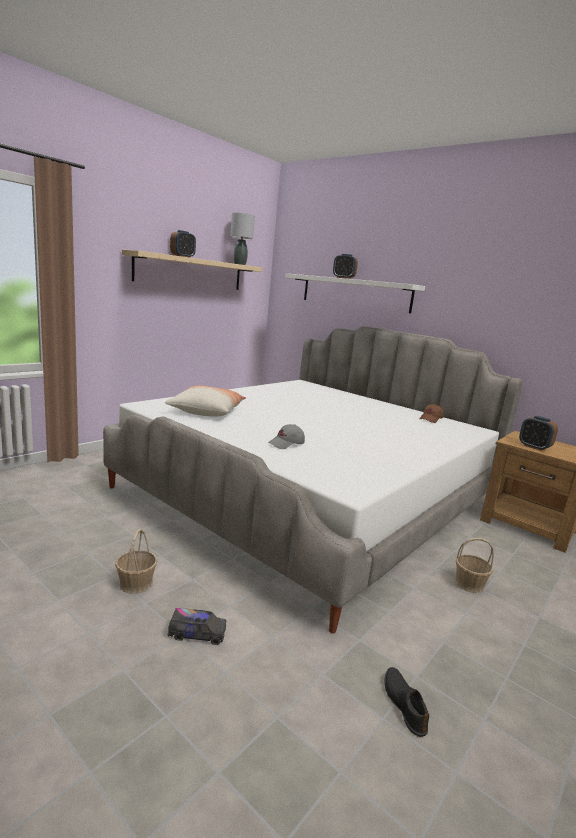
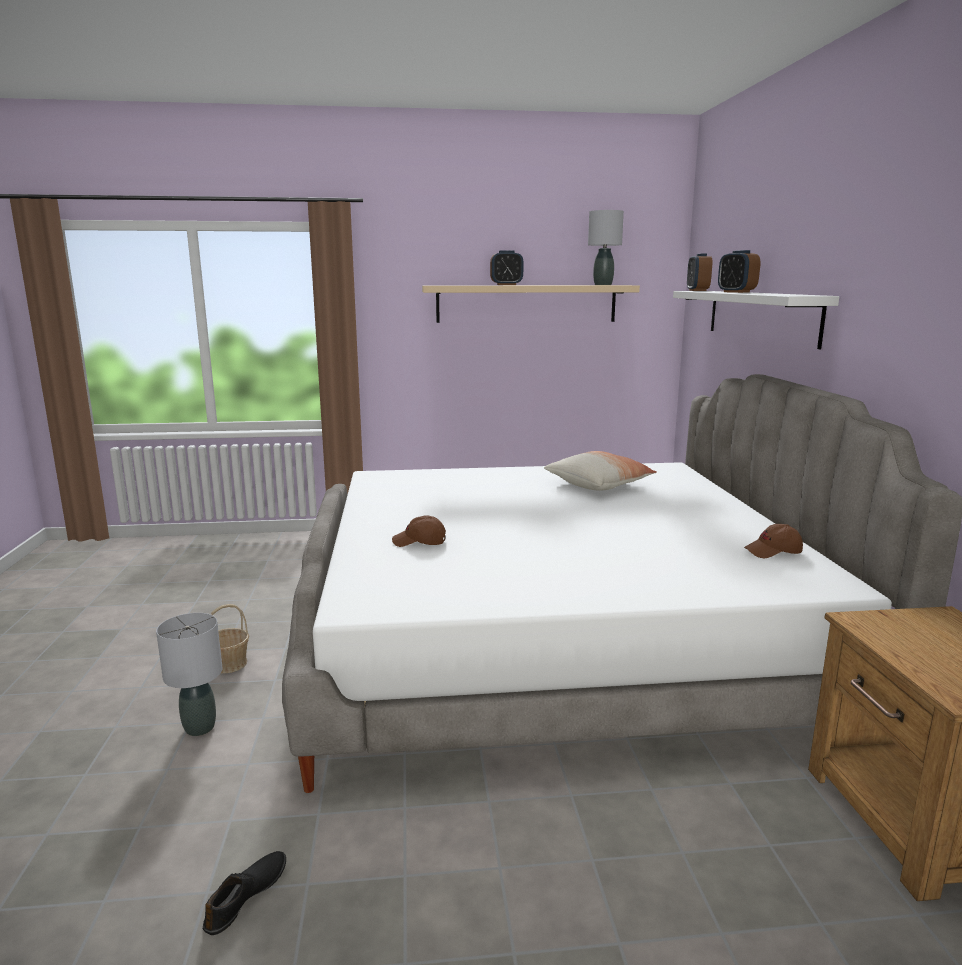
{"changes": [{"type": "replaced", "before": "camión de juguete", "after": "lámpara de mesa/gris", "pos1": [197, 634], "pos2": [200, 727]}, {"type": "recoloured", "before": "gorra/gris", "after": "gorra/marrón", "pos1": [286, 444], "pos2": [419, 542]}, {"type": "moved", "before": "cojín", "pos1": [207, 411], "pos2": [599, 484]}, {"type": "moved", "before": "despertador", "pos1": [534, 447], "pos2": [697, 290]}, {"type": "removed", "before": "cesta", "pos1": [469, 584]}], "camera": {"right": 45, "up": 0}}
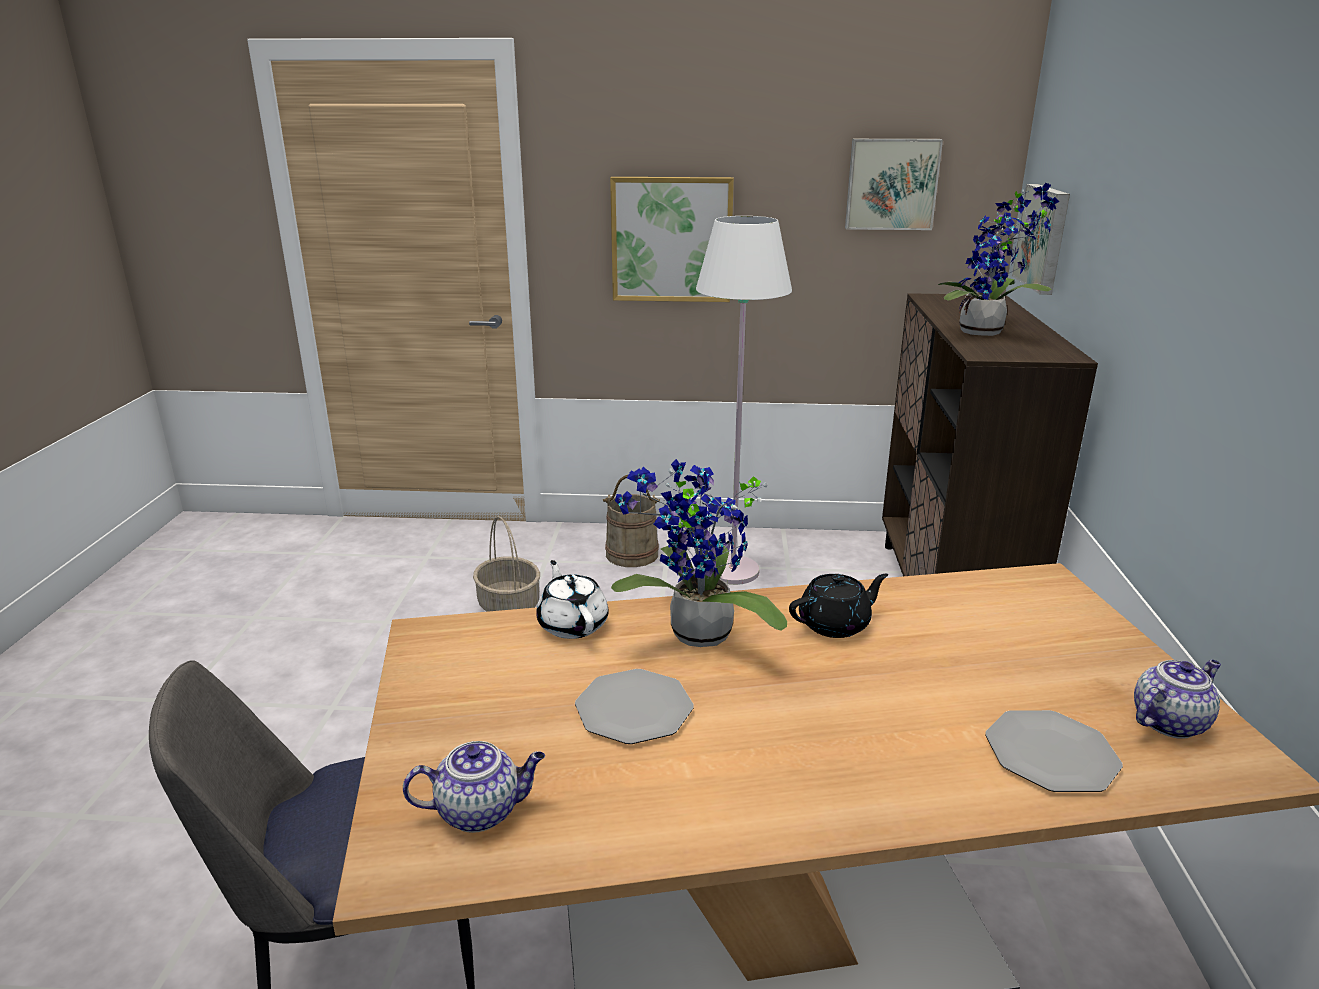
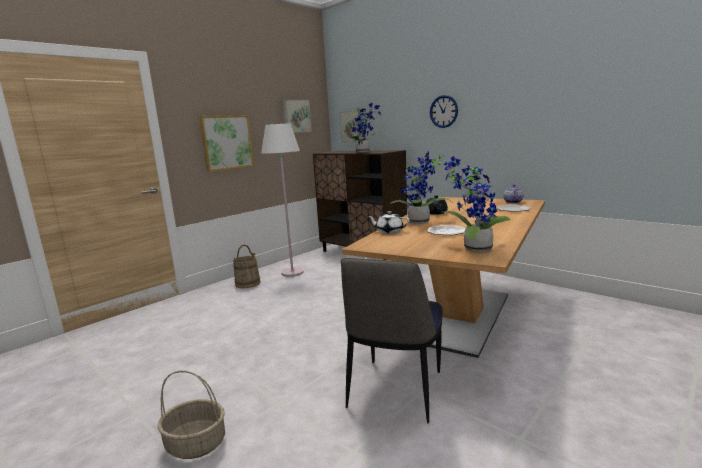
{"changes": [{"type": "moved", "before": "cesta", "pos1": [508, 605], "pos2": [195, 444]}, {"type": "added", "after": "reloj de pared", "pos2": [443, 111]}, {"type": "replaced", "before": "tetera", "after": "planta en maceta", "pos1": [481, 811], "pos2": [474, 249]}], "camera": {"right": -50, "up": -10}}
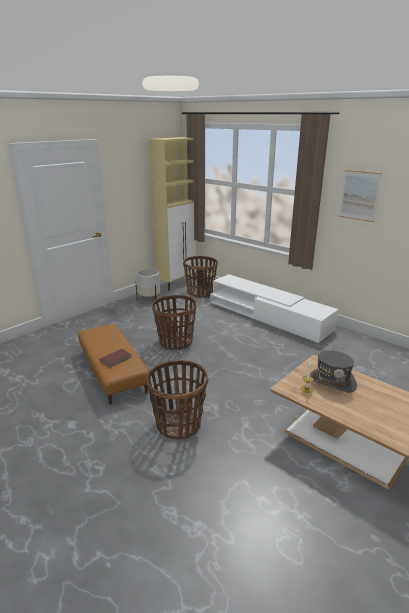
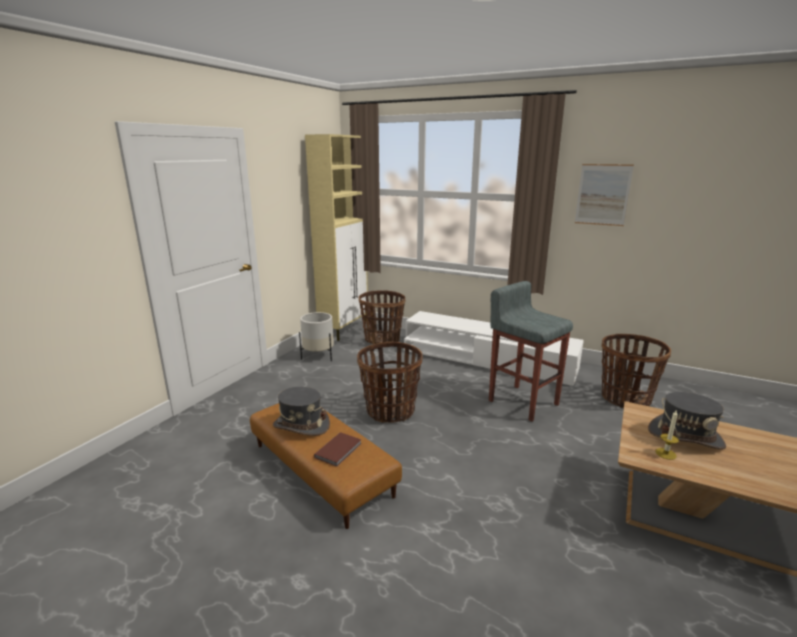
{"changes": [{"type": "added", "after": "sombrero/gris", "pos2": [301, 425]}, {"type": "added", "after": "taburete/gris", "pos2": [522, 402]}, {"type": "moved", "before": "cesta", "pos1": [178, 424], "pos2": [625, 399]}], "camera": {"right": -15, "up": -5}}
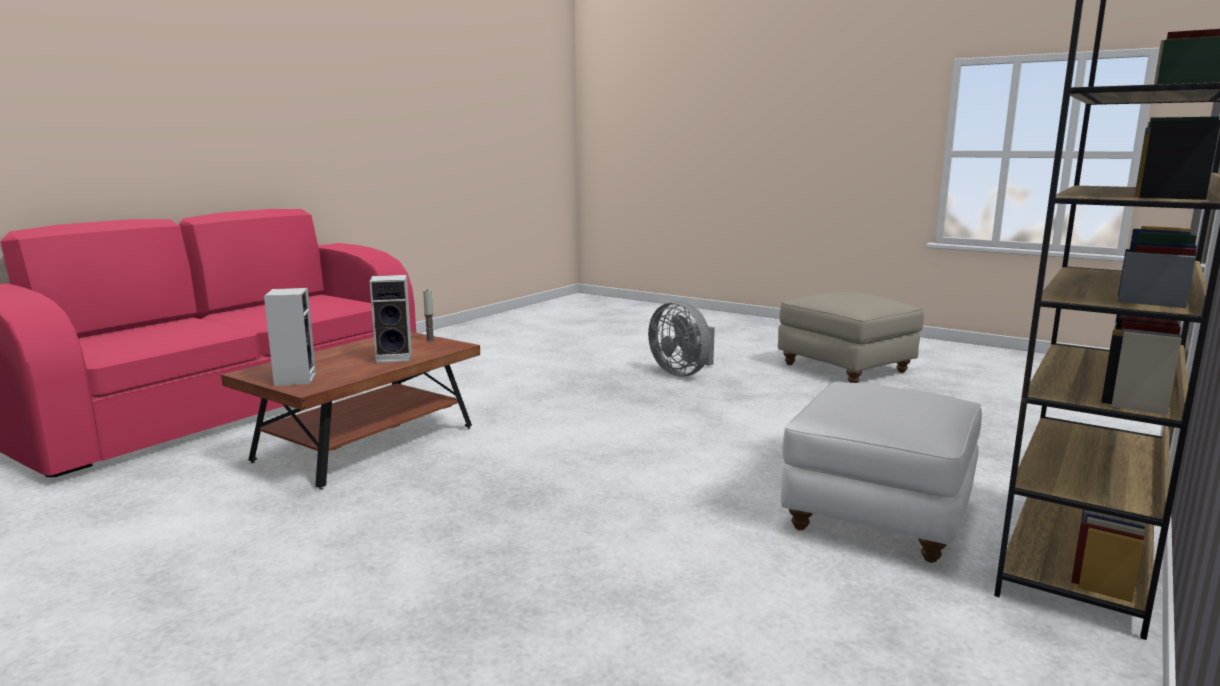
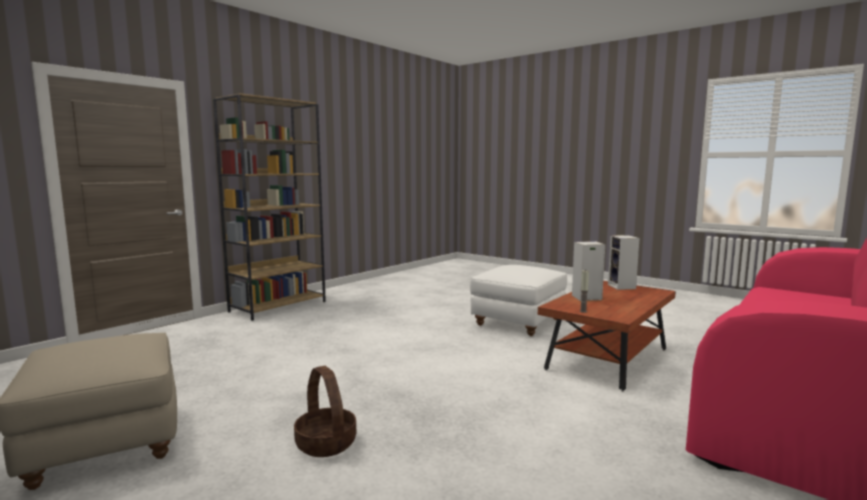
{"changes": [{"type": "replaced", "before": "ventilador/gris", "after": "cesta", "pos1": [682, 373], "pos2": [325, 443]}, {"type": "moved", "before": "puf/blanco", "pos1": [877, 515], "pos2": [518, 322]}], "camera": {"right": -175, "up": -5}}
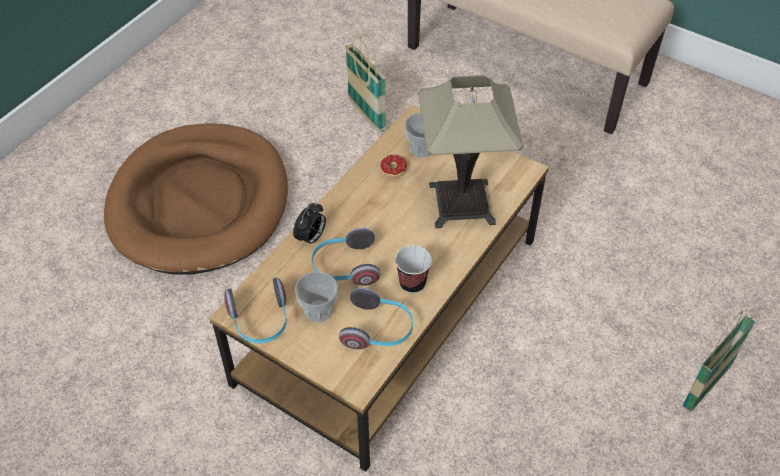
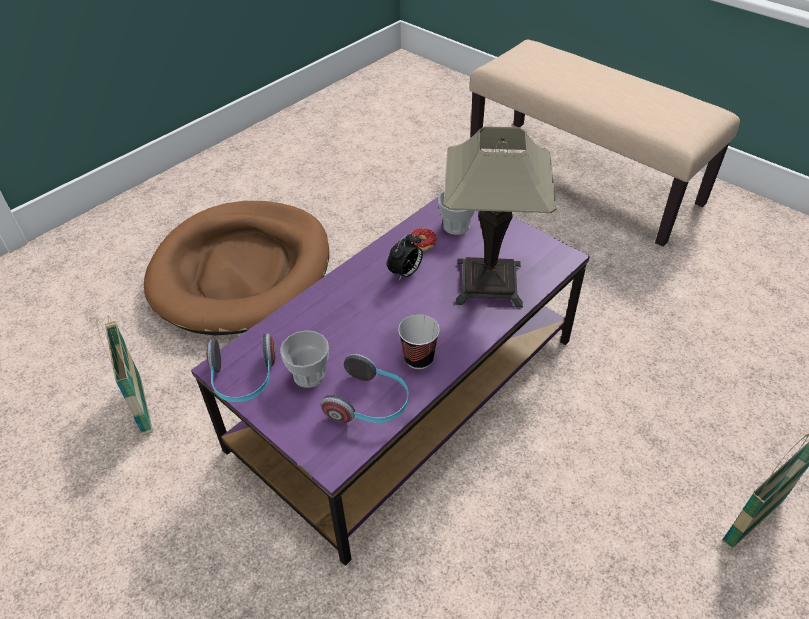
{"changes": [{"type": "moved", "before": "cesta", "pos1": [366, 114], "pos2": [142, 406]}, {"type": "recoloured", "before": "mesa de centro/marrón", "after": "mesa de centro/morado", "pos1": [388, 309], "pos2": [405, 392]}, {"type": "moved", "before": "despertador", "pos1": [311, 238], "pos2": [405, 273]}, {"type": "removed", "before": "auriculares", "pos1": [345, 267]}], "camera": {"right": 10, "up": -5}}
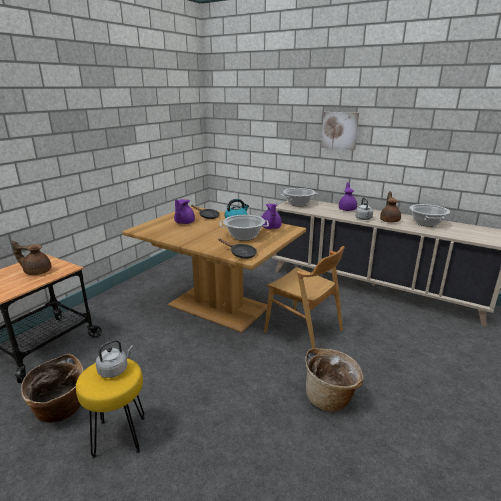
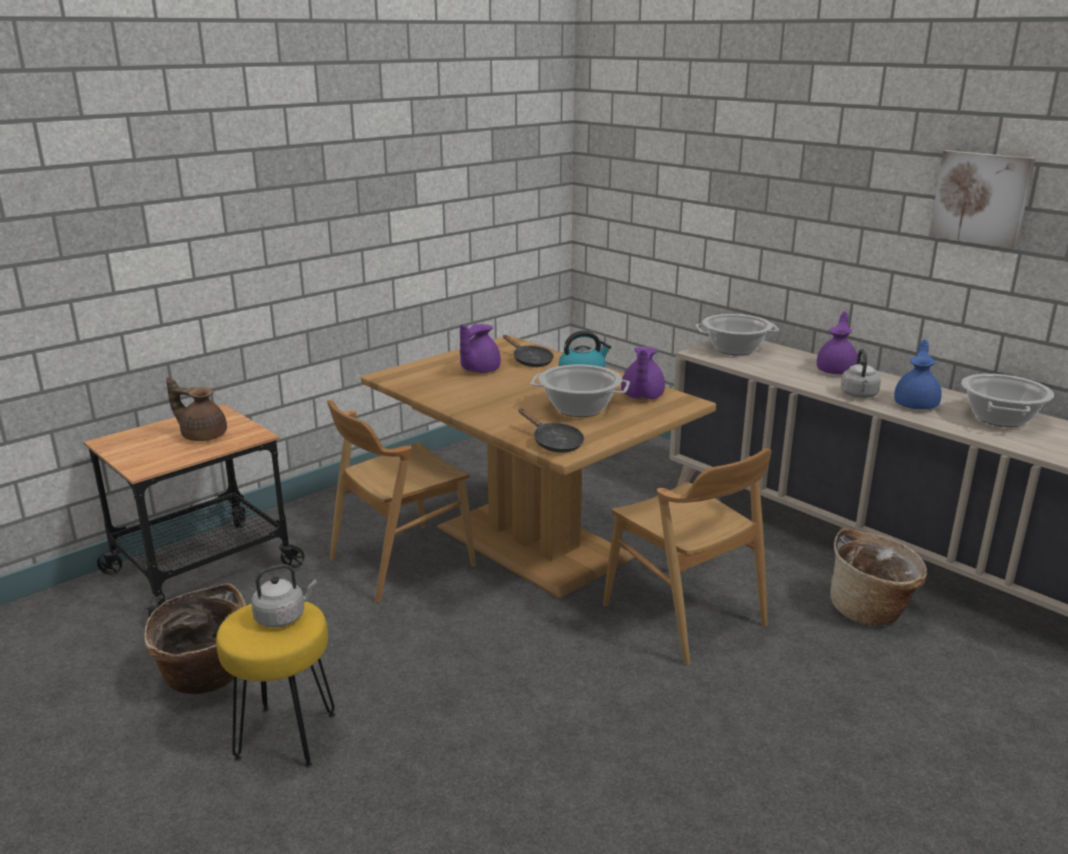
{"changes": [{"type": "added", "after": "silla/marrón", "pos2": [401, 562]}, {"type": "moved", "before": "cesta", "pos1": [330, 398], "pos2": [871, 611]}, {"type": "recoloured", "before": "tetera/marrón", "after": "tetera/azul", "pos1": [389, 220], "pos2": [916, 404]}, {"type": "moved", "before": "cuadro", "pos1": [339, 130], "pos2": [981, 198]}], "camera": {"right": 15, "up": 0}}
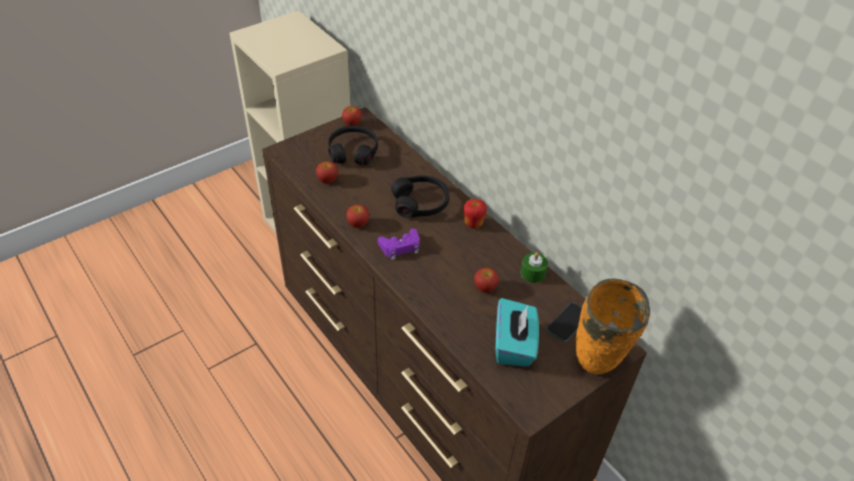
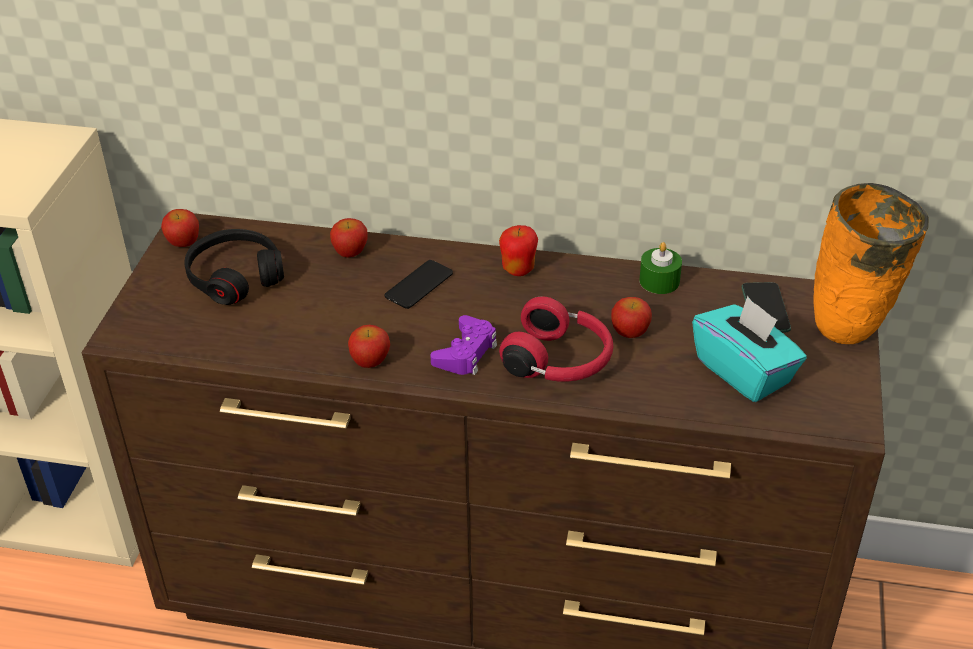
{"changes": [{"type": "moved", "before": "manzana", "pos1": [327, 180], "pos2": [350, 252]}, {"type": "replaced", "before": "auriculares/negro", "after": "móvil", "pos1": [420, 203], "pos2": [419, 285]}, {"type": "added", "after": "auriculares/rojo", "pos2": [559, 361]}], "camera": {"right": -40, "up": -5}}
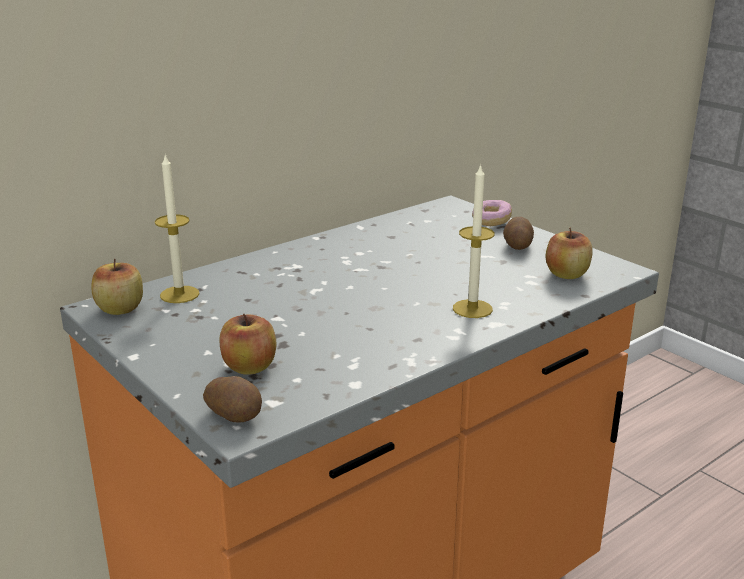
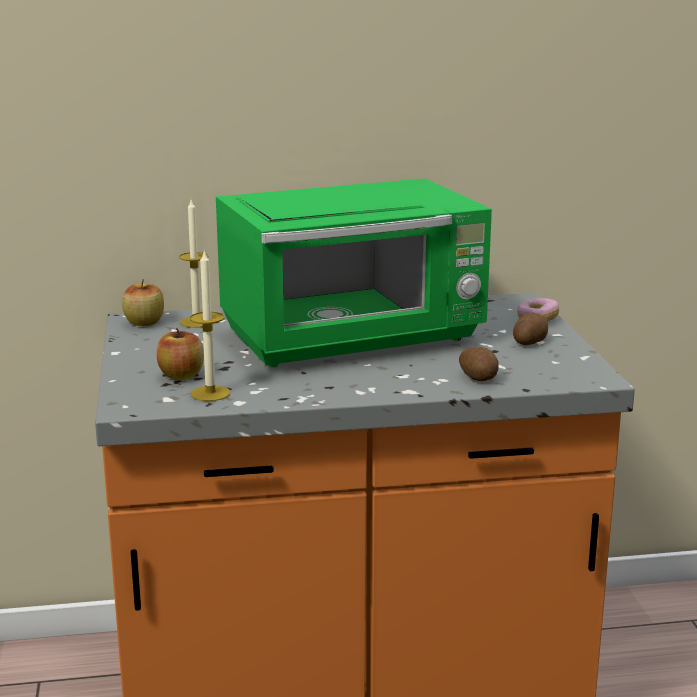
{"changes": [{"type": "moved", "before": "vela", "pos1": [472, 309], "pos2": [210, 393]}, {"type": "added", "after": "microondas/verde", "pos2": [354, 338]}, {"type": "moved", "before": "patata", "pos1": [235, 414], "pos2": [479, 377]}, {"type": "removed", "before": "manzana", "pos1": [566, 274]}], "camera": {"right": 30, "up": -5}}
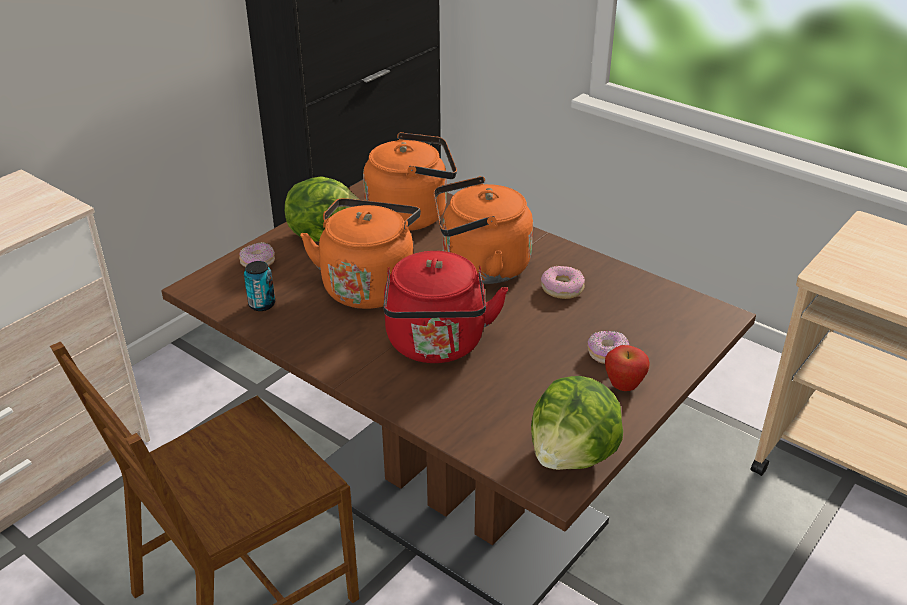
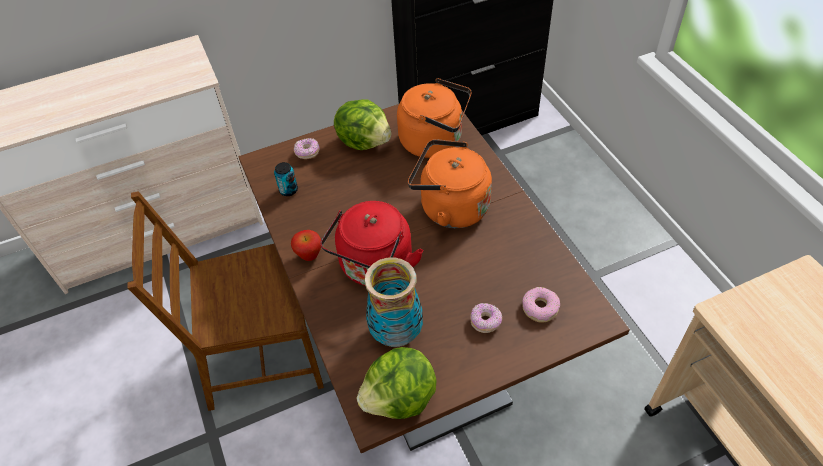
{"changes": [{"type": "moved", "before": "manzana", "pos1": [623, 387], "pos2": [309, 256]}, {"type": "added", "after": "florero", "pos2": [396, 333]}, {"type": "moved", "before": "rosquilla", "pos1": [562, 288], "pos2": [540, 308]}, {"type": "removed", "before": "hervidor/naranja", "pos1": [369, 285]}], "camera": {"right": 30, "up": 15}}
